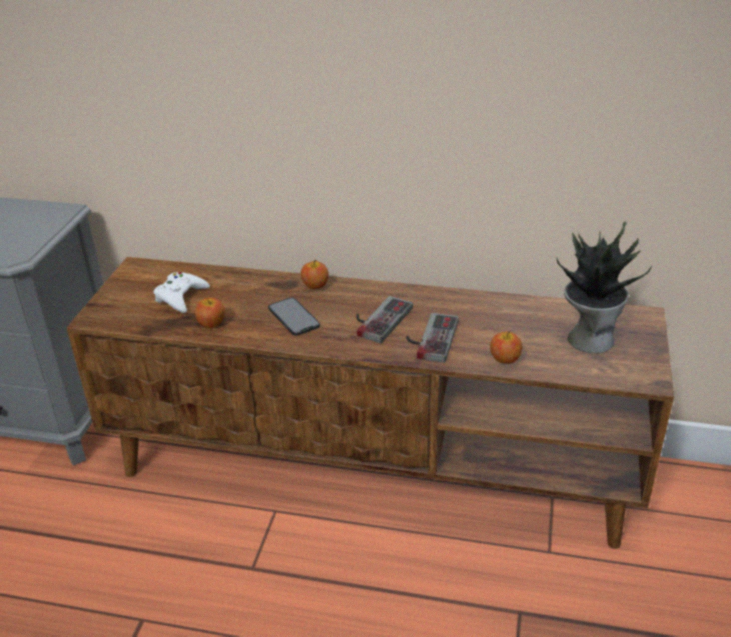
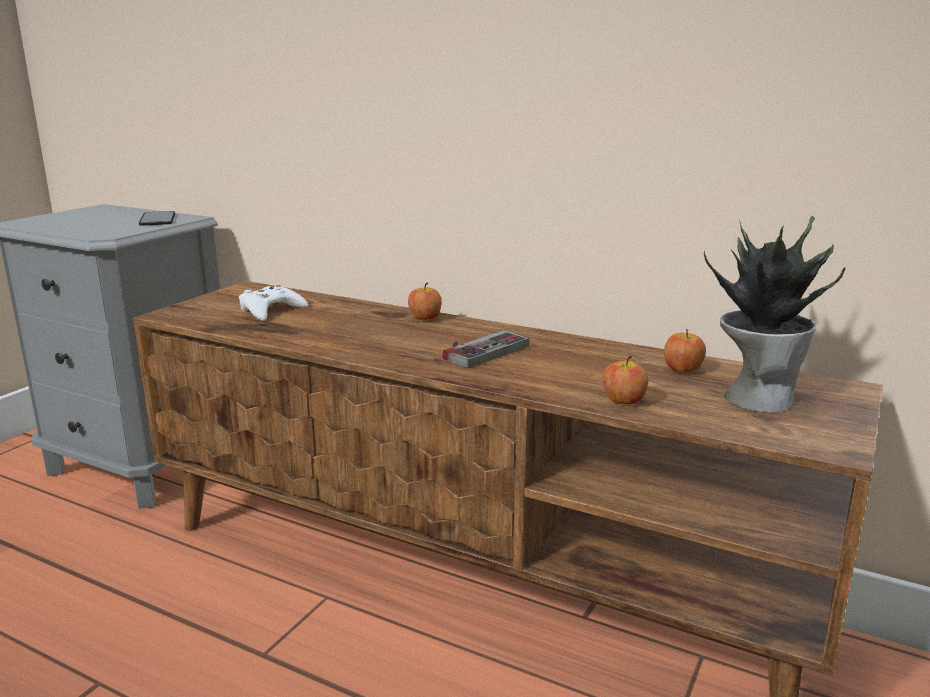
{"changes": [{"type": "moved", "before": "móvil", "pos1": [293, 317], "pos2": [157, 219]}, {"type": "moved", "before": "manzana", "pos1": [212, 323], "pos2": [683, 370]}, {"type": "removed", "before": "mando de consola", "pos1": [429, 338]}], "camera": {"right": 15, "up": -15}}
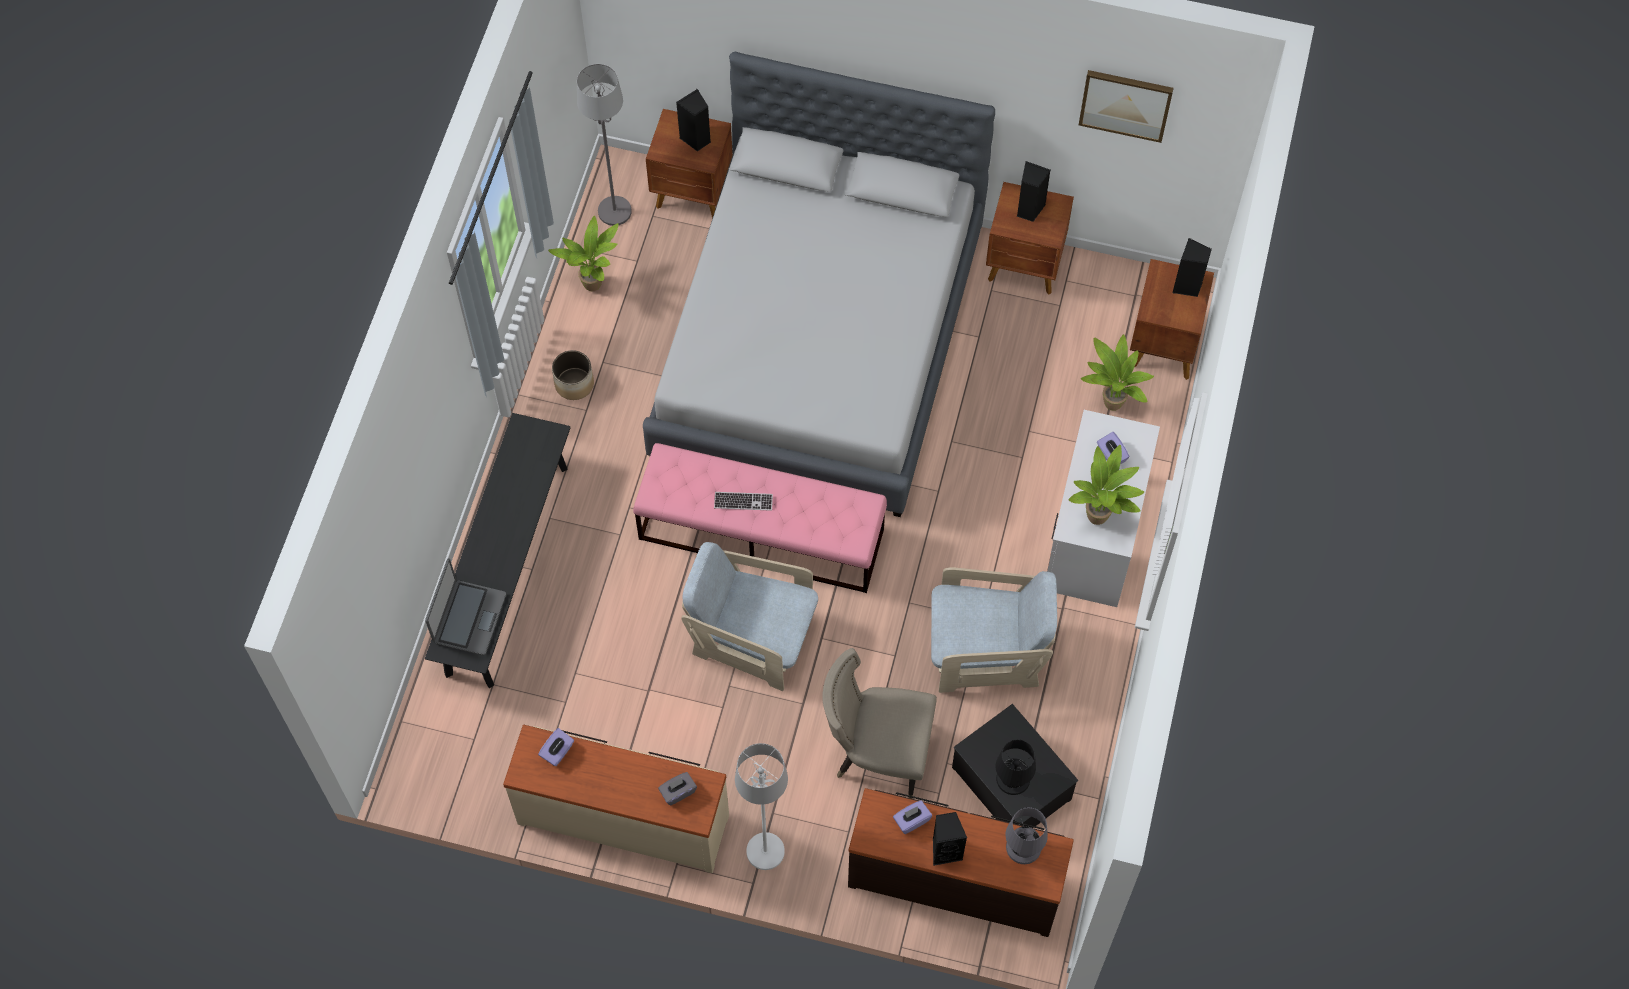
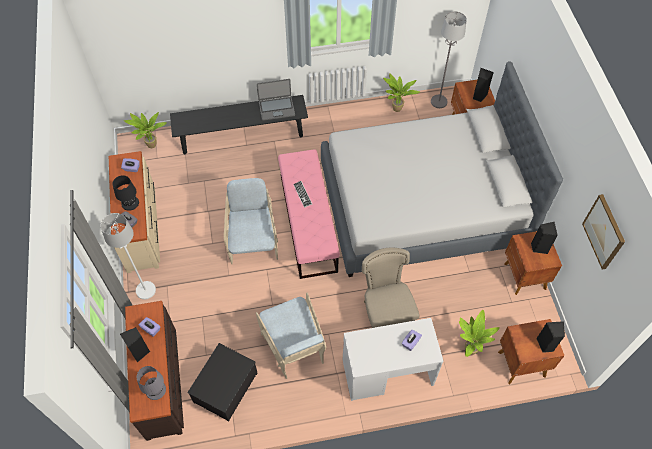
{"changes": [{"type": "moved", "before": "lámpara de mesa/negro", "pos1": [1013, 779], "pos2": [129, 203]}, {"type": "moved", "before": "planta en maceta", "pos1": [1100, 518], "pos2": [152, 146]}, {"type": "moved", "before": "portátil", "pos1": [469, 618], "pos2": [276, 108]}, {"type": "moved", "before": "silla/beis", "pos1": [877, 753], "pos2": [385, 314]}, {"type": "removed", "before": "maceta", "pos1": [574, 384]}], "camera": {"right": 65, "up": -5}}
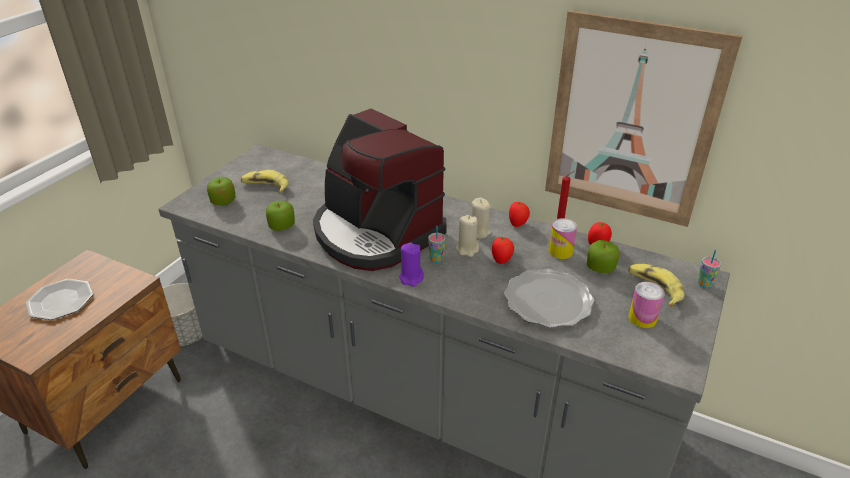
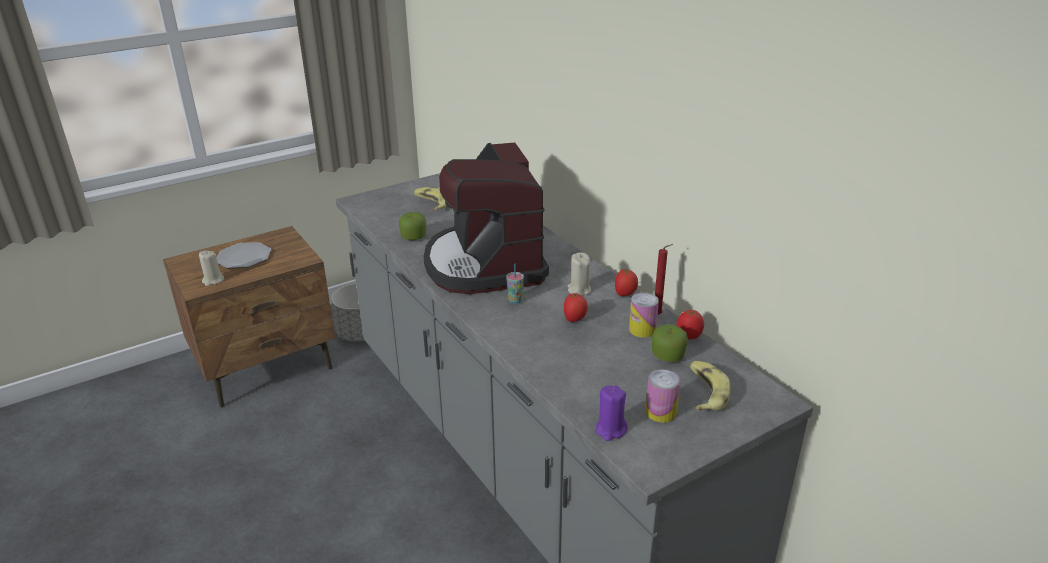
{"changes": [{"type": "moved", "before": "vela/beis", "pos1": [467, 249], "pos2": [213, 280]}, {"type": "moved", "before": "vela/morado", "pos1": [411, 278], "pos2": [610, 430]}, {"type": "removed", "before": "manzana", "pos1": [223, 201]}, {"type": "removed", "before": "plato", "pos1": [548, 301]}, {"type": "removed", "before": "cuadro", "pos1": [631, 122]}, {"type": "removed", "before": "taza", "pos1": [704, 284]}], "camera": {"right": 30, "up": -5}}
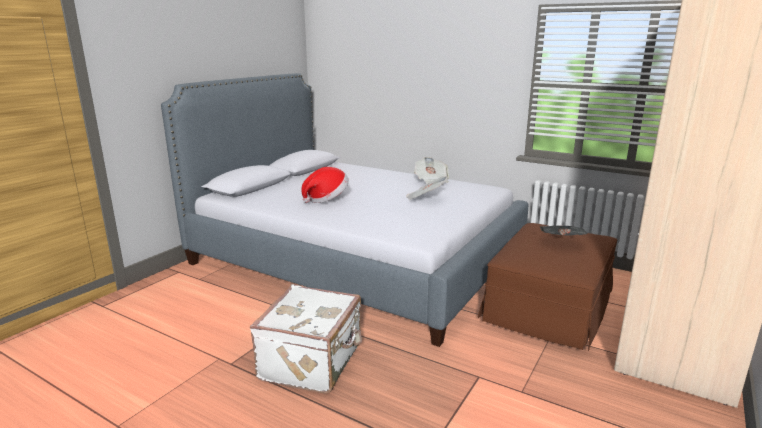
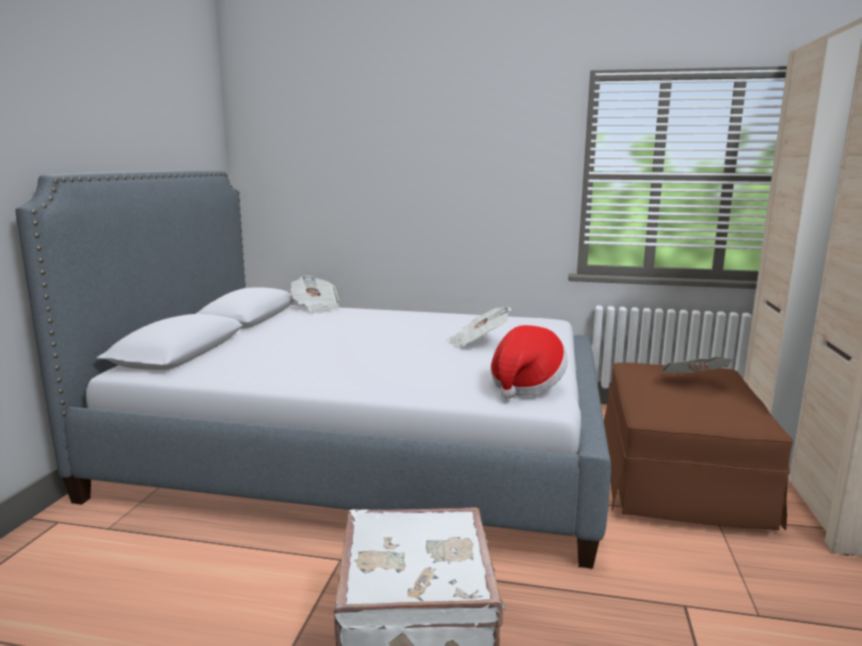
{"changes": [{"type": "moved", "before": "periódico", "pos1": [431, 181], "pos2": [315, 308]}, {"type": "moved", "before": "sombrero", "pos1": [326, 199], "pos2": [525, 385]}], "camera": {"right": -20, "up": -5}}
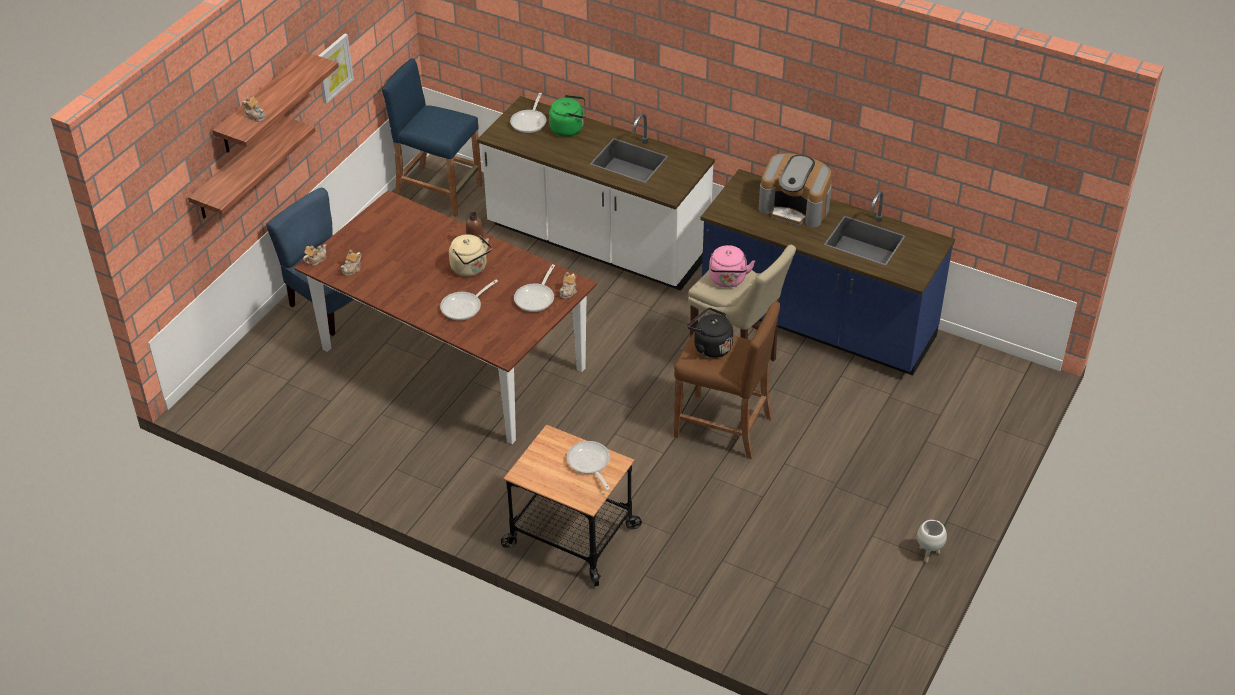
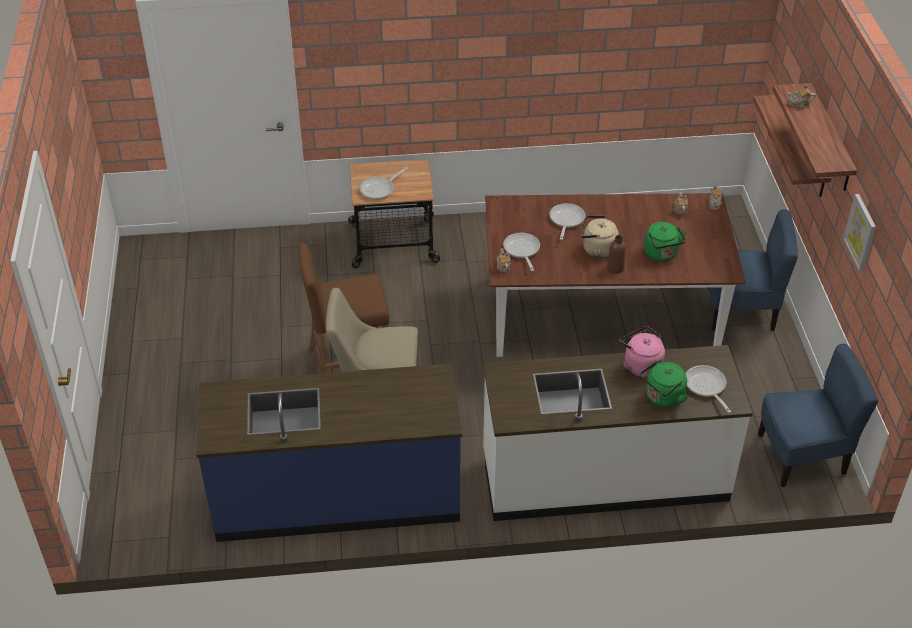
{"changes": [{"type": "turned", "before": "sartén", "pos1": [589, 464], "pos2": [380, 189], "turn": 105}, {"type": "moved", "before": "hervidor/rosa", "pos1": [728, 280], "pos2": [640, 365]}, {"type": "added", "after": "hervidor/verde", "pos2": [662, 254]}, {"type": "replaced", "before": "taburete/azul", "after": "silla/azul", "pos1": [438, 191], "pos2": [802, 456]}, {"type": "removed", "before": "hervidor/negro", "pos1": [710, 346]}, {"type": "removed", "before": "cafetera", "pos1": [795, 207]}, {"type": "removed", "before": "maceta/blanco", "pos1": [928, 554]}], "camera": {"right": 145, "up": 0}}
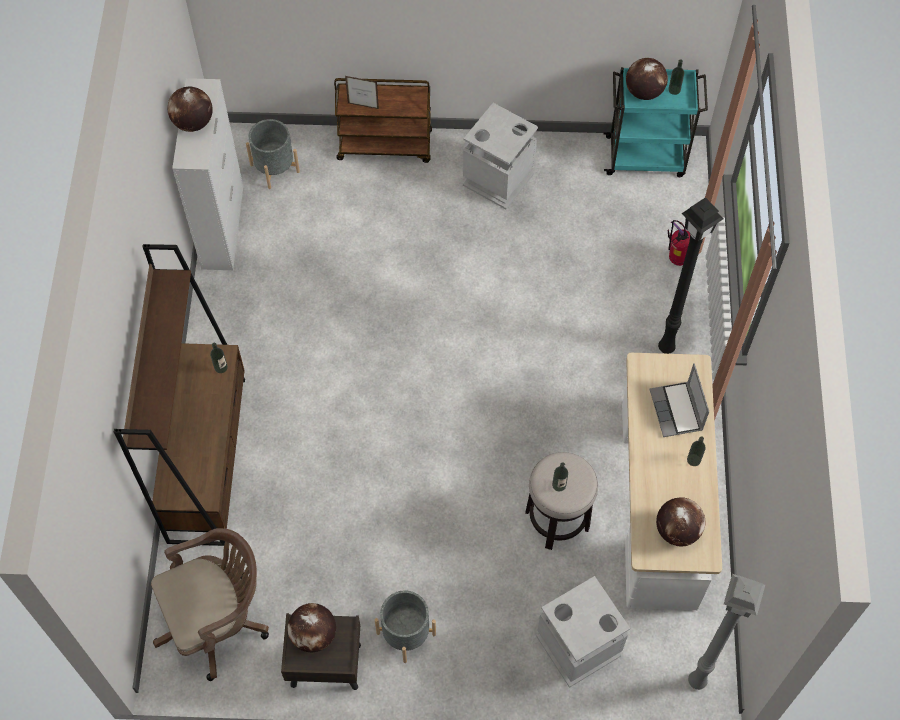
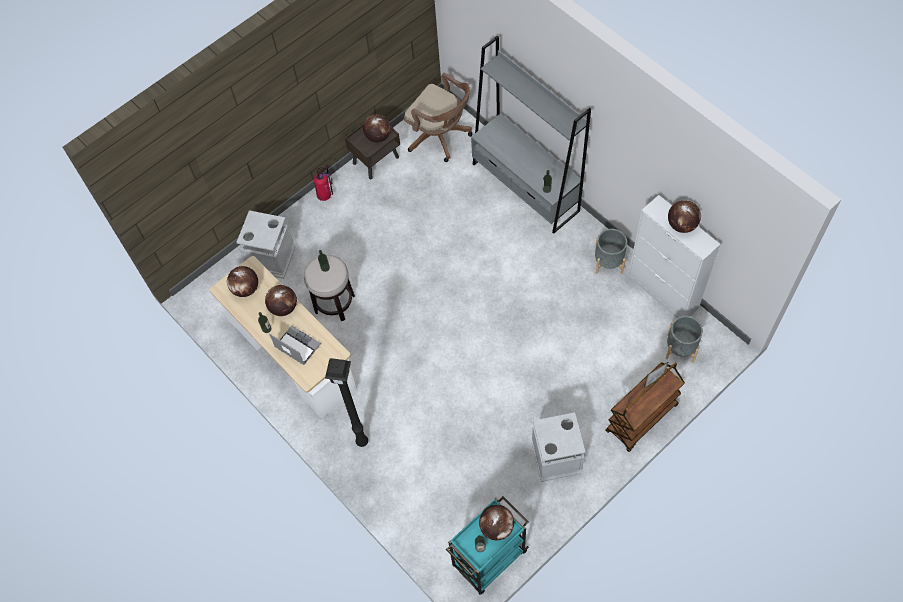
{"changes": [{"type": "added", "after": "globo terráqueo", "pos2": [283, 307]}, {"type": "moved", "before": "extintor", "pos1": [676, 259], "pos2": [325, 195]}, {"type": "turned", "before": "silla de oficina/marrón", "pos1": [218, 620], "pos2": [440, 137], "turn": -75}, {"type": "recoloured", "before": "estantería/marrón", "after": "estantería/gris", "pos1": [207, 458], "pos2": [525, 187]}, {"type": "moved", "before": "maceta/gris", "pos1": [406, 633], "pos2": [608, 262]}, {"type": "removed", "before": "lámpara de pie/gris", "pos1": [698, 682]}], "camera": {"right": 140, "up": 0}}
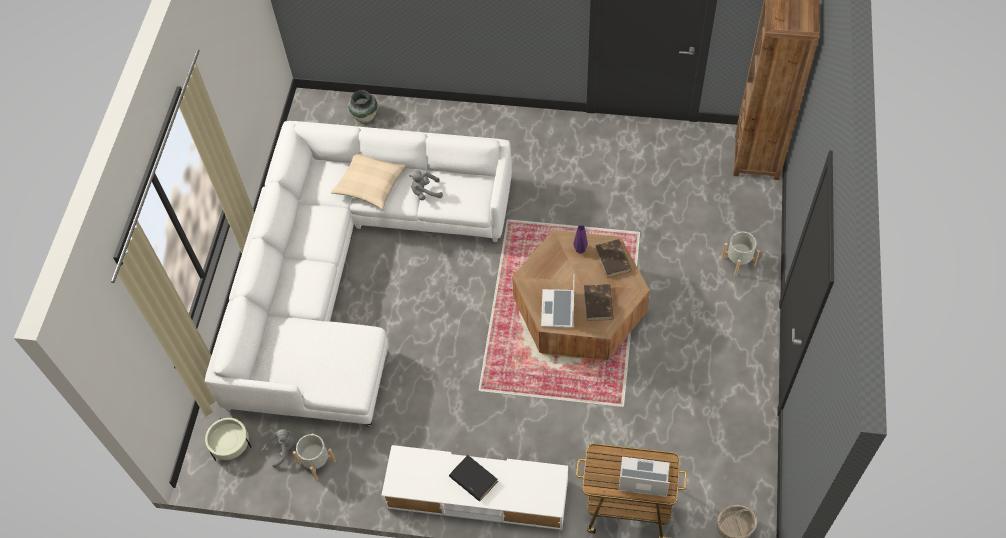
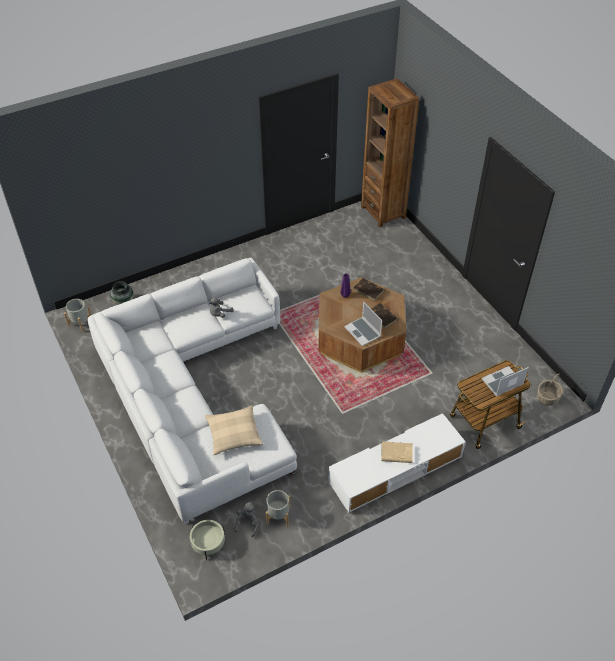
{"changes": [{"type": "moved", "before": "maceta/gris", "pos1": [738, 261], "pos2": [80, 323]}, {"type": "moved", "before": "cojín/beis", "pos1": [369, 184], "pos2": [234, 434]}, {"type": "recoloured", "before": "libro/negro", "after": "libro/beis", "pos1": [473, 479], "pos2": [396, 453]}], "camera": {"right": -40, "up": -10}}
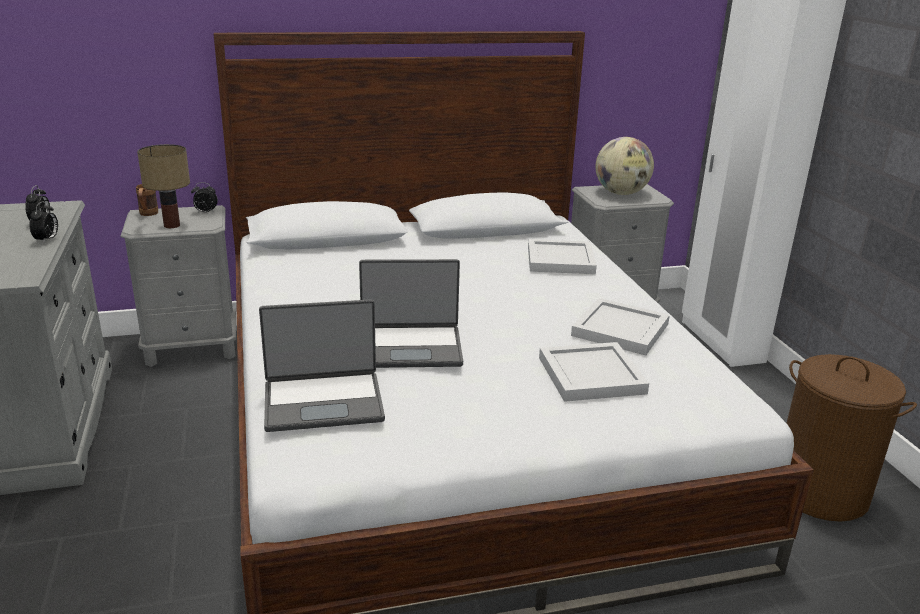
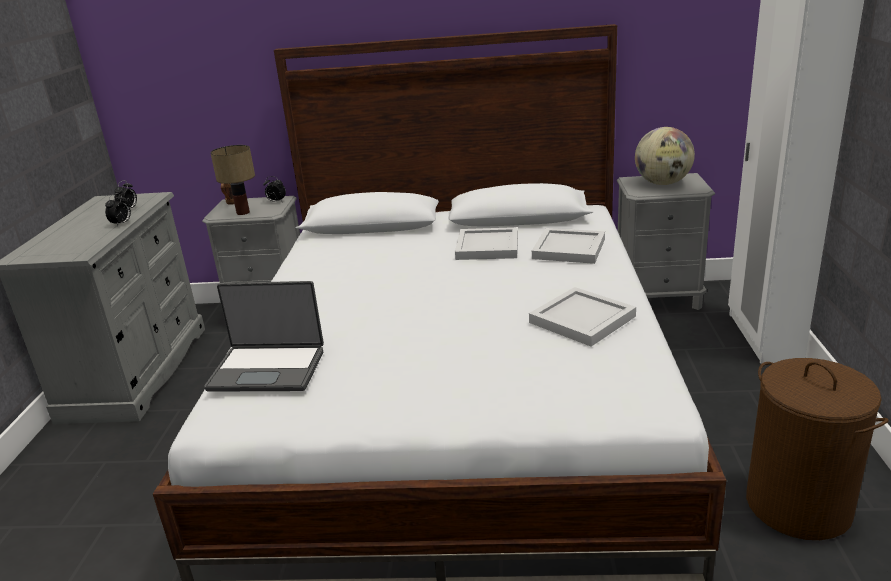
{"changes": [{"type": "moved", "before": "bandeja/blanco", "pos1": [592, 374], "pos2": [488, 246]}, {"type": "removed", "before": "portátil", "pos1": [410, 347]}], "camera": {"right": 20, "up": 0}}
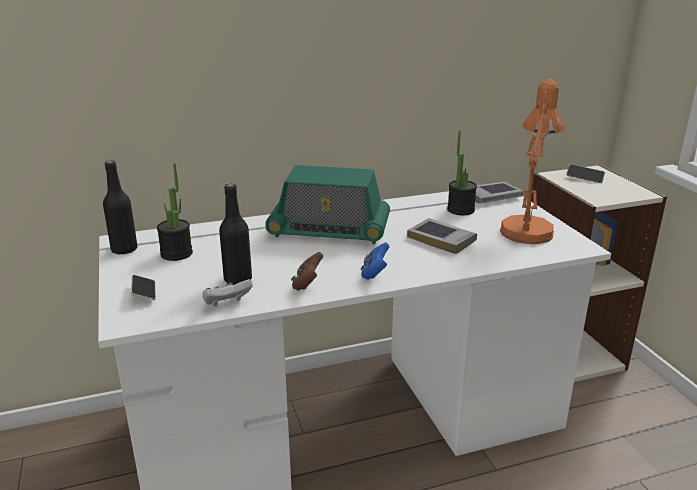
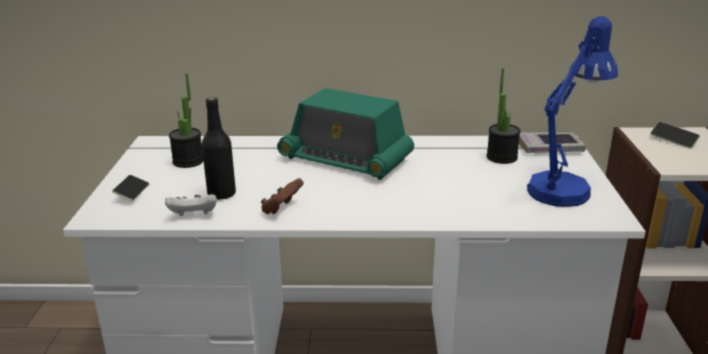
{"changes": [{"type": "recoloured", "before": "lámpara de mesa/naranja", "after": "lámpara de mesa/azul", "pos1": [527, 228], "pos2": [564, 187]}, {"type": "removed", "before": "botella/negro", "pos1": [124, 250]}, {"type": "removed", "before": "mando de consola/azul", "pos1": [374, 273]}, {"type": "removed", "before": "libro", "pos1": [441, 240]}], "camera": {"right": 20, "up": 0}}
